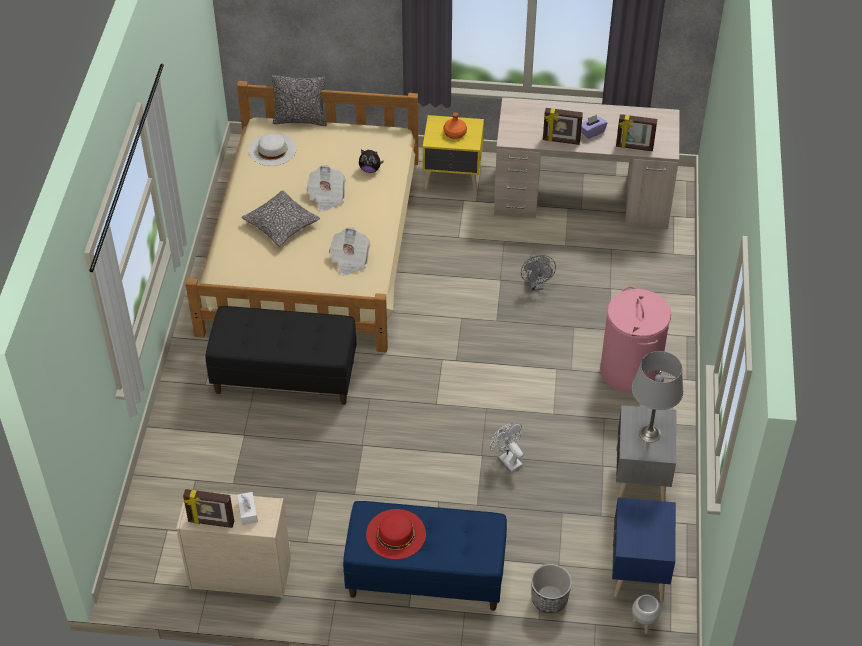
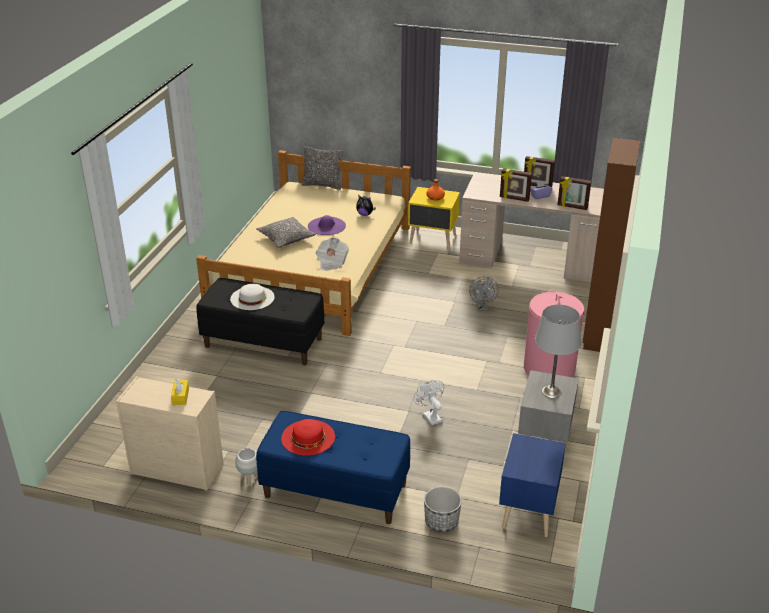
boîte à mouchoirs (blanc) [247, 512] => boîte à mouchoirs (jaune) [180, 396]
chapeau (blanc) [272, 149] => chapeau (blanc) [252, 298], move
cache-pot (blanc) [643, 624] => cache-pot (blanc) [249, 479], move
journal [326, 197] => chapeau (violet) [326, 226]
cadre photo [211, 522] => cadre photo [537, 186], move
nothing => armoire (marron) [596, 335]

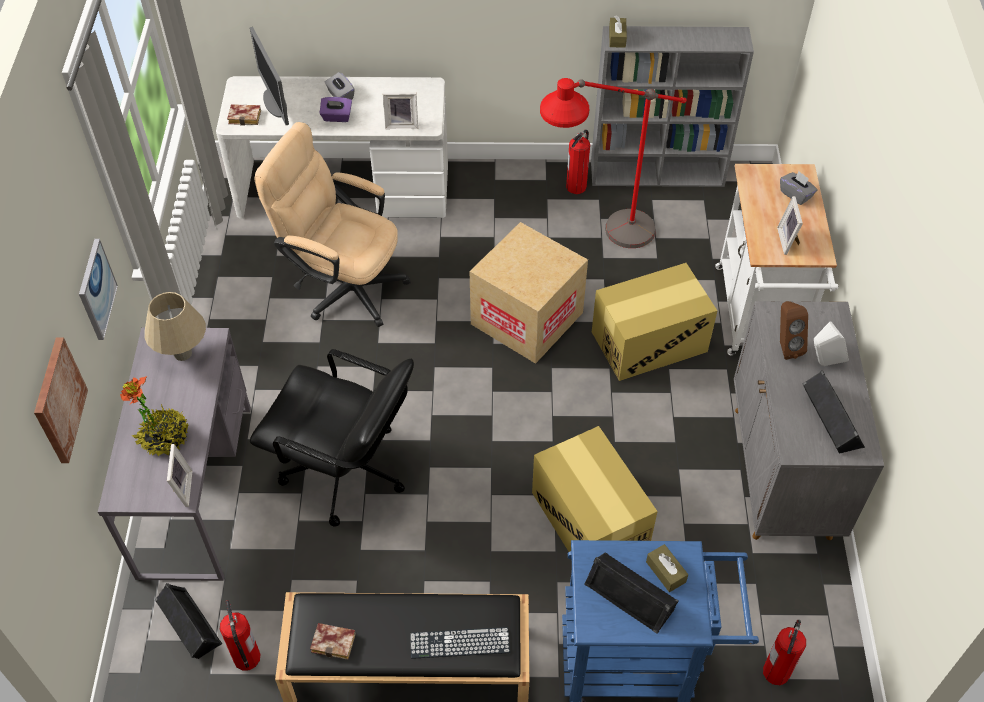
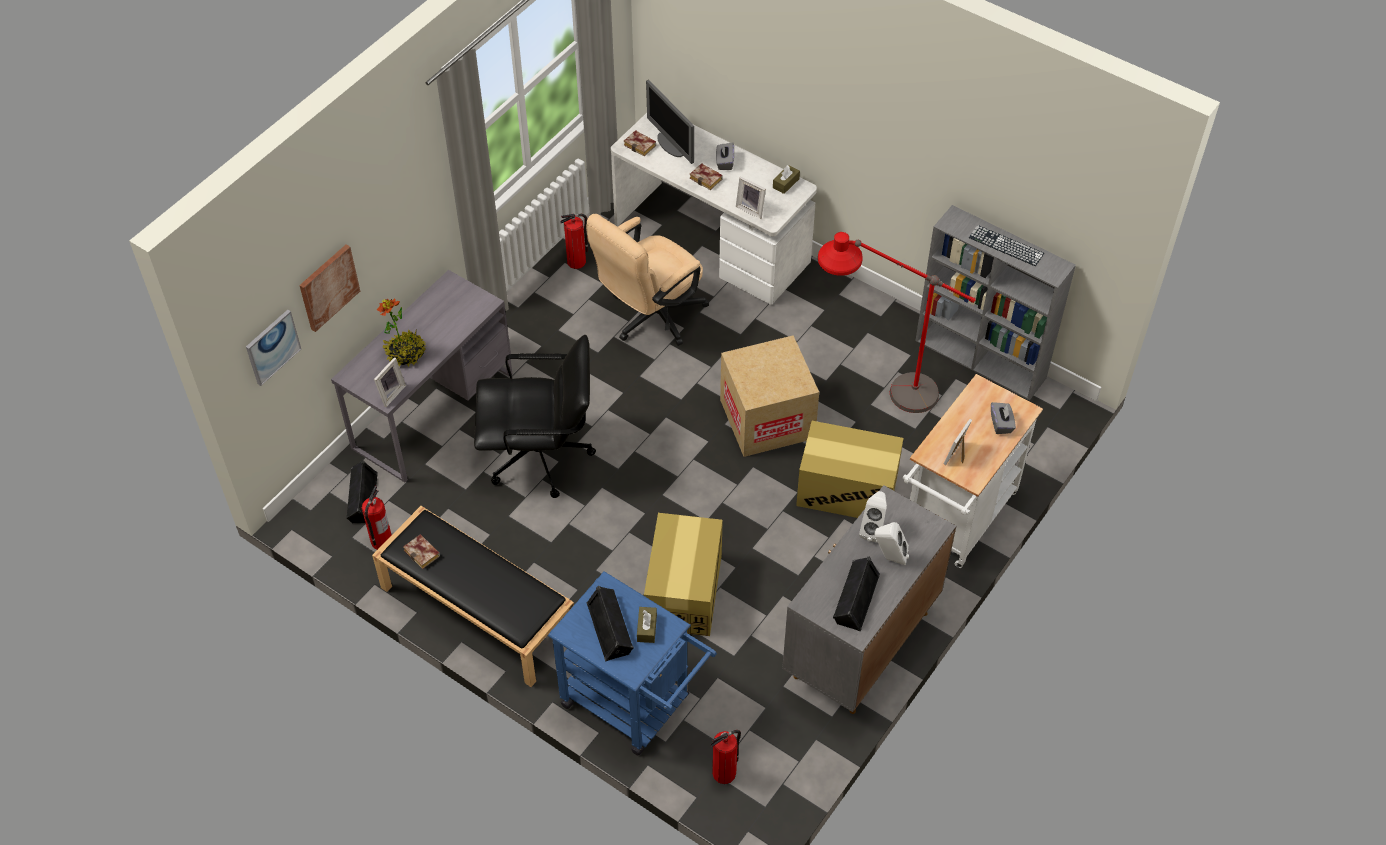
tableau [96, 289] => tableau [272, 346], move
chaise de bureau (noir) [345, 472] => chaise de bureau (noir) [541, 457], 60 degrees counterclockwise
extincteur [576, 186] => extincteur [577, 261], move
chaise de bureau (beige) [343, 285] => chaise de bureau (beige) [650, 318], 105 degrees counterclockwise
écran d'ordinateur [275, 103] => écran d'ordinateur [670, 145], 45 degrees counterclockwise
boîte à mouchoirs (violet) [337, 117] => livre [707, 179]
boîte à mouchoirs (marron) [617, 38] => boîte à mouchoirs (marron) [786, 183], move
enceinte (marron) [785, 346] => enceinte (blanc) [873, 529]
clavier [460, 643] => clavier [1006, 245], move
lampe de table (beige) [183, 353] => nothing

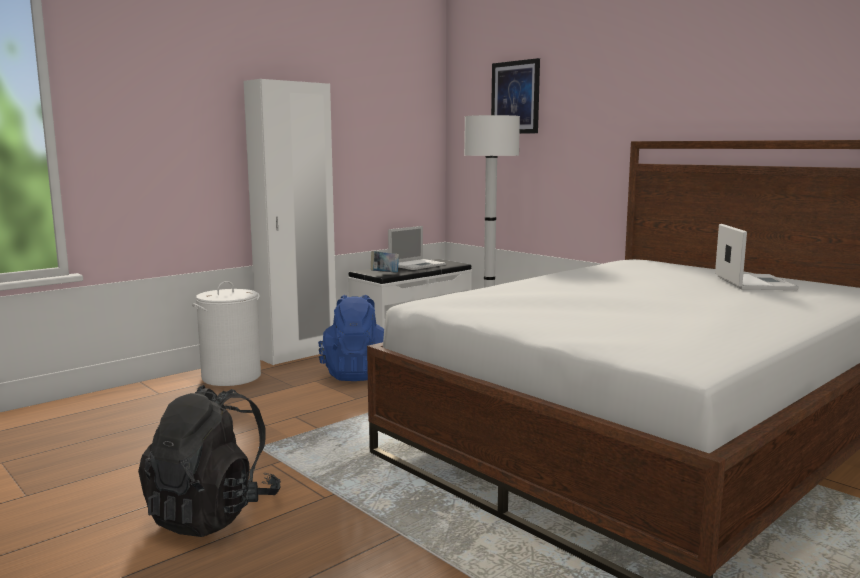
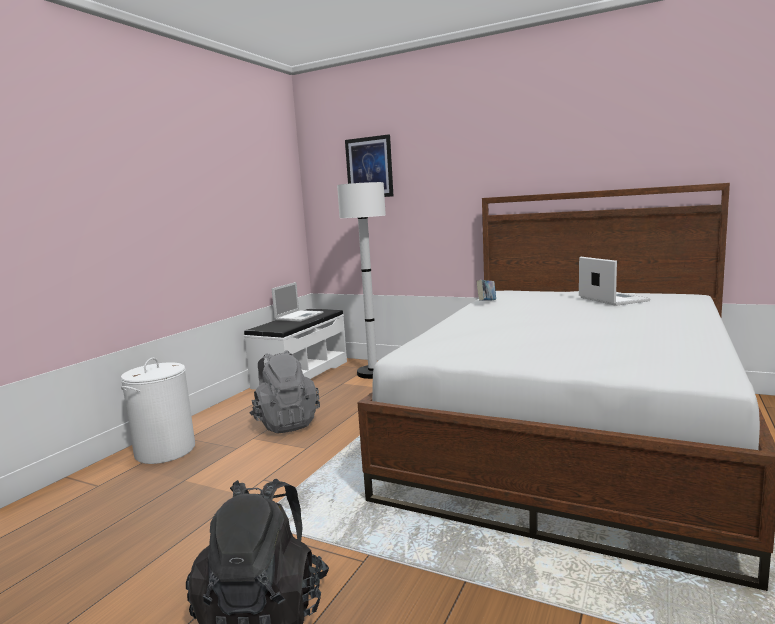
sac à dos (bleu) [356, 374] => sac à dos (gris) [286, 423]
livre [384, 273] => livre [486, 302], move
armoire (blanc) [298, 354] => nothing

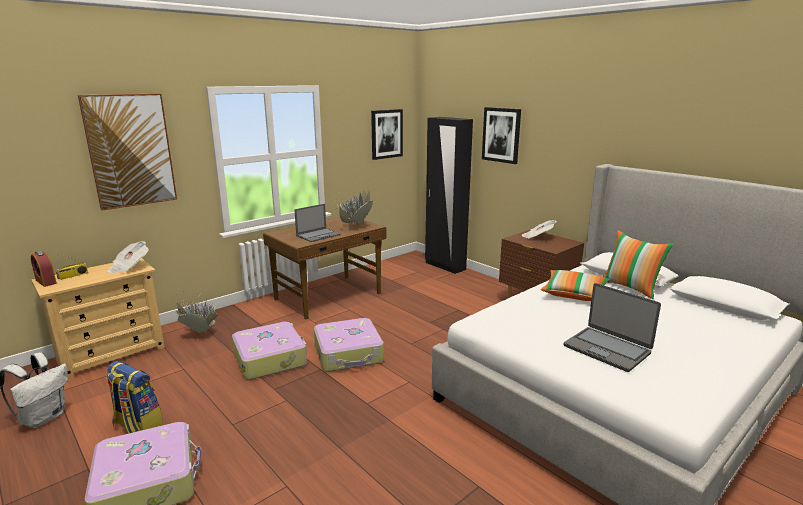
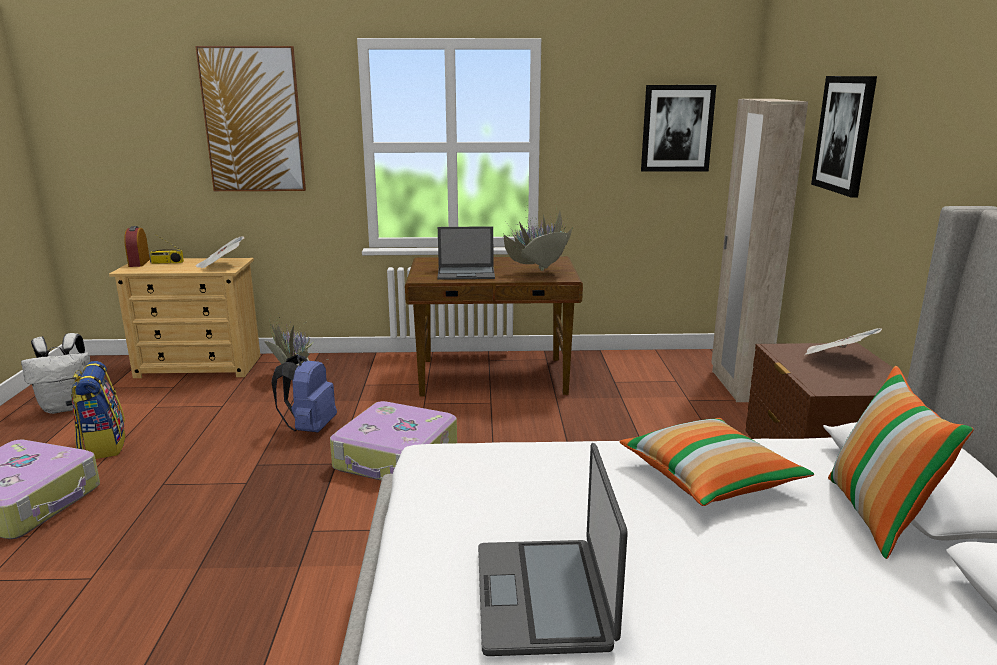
valise [270, 358] => sac à dos (bleu) [309, 428]
armoire (noir) [445, 266] => armoire (beige) [737, 386]

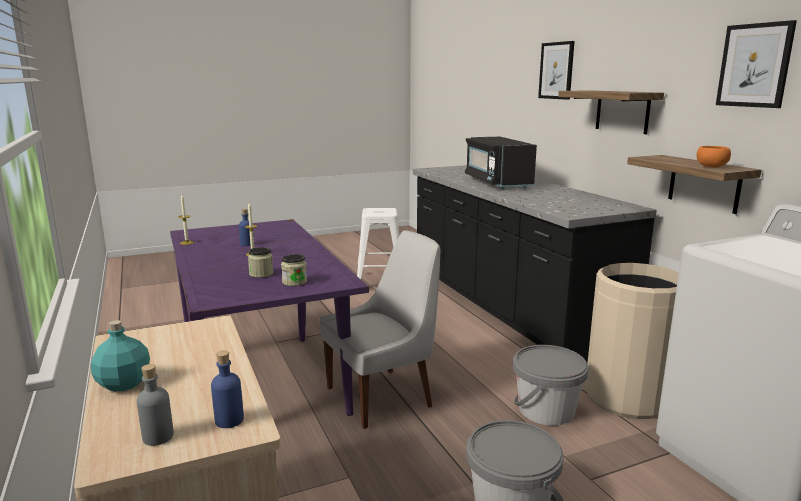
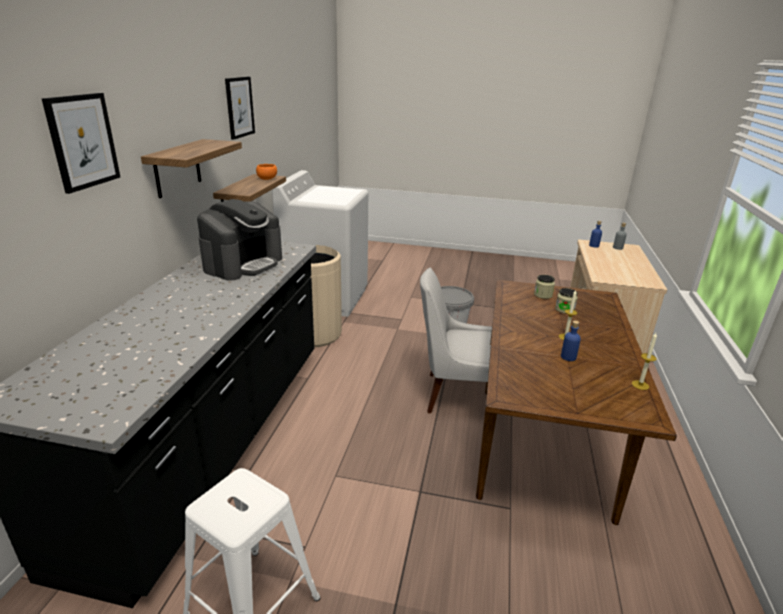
nothing => machine à café [243, 264]
table à manger (violet) [263, 383] => table à manger (marron) [541, 448]
bouteille (turquoise) [125, 383] => nothing
micro-ondes (noir) [497, 182] => nothing
seau (gris) [546, 410] => nothing

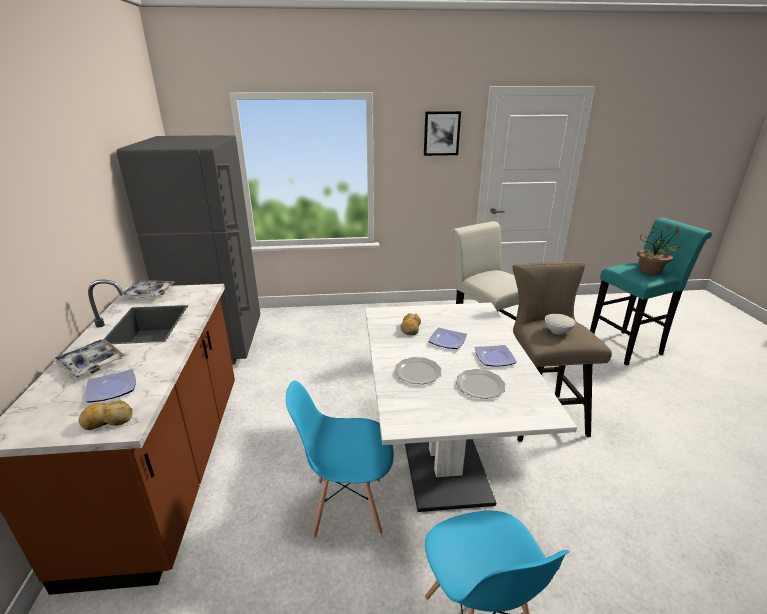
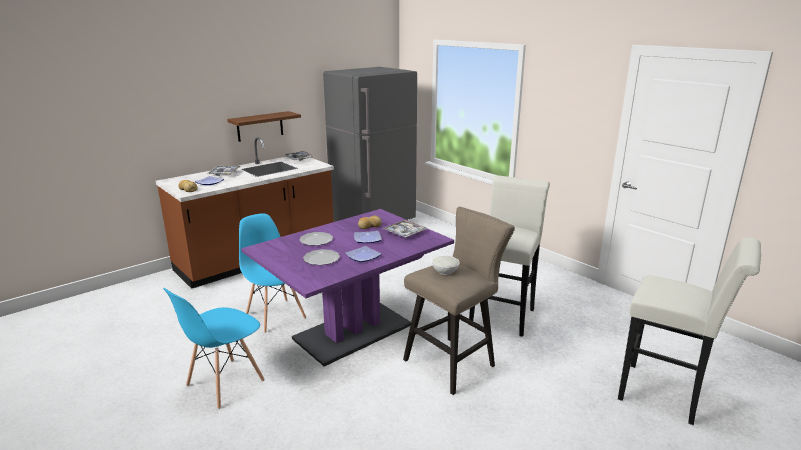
nothing => étagère (marron) [260, 126]
table à manger (blanc) [441, 454] => table à manger (violet) [353, 332]
nothing => plateau [404, 233]
tabouret (turquoise) [628, 346] => tabouret (blanc) [667, 395]
tableau [441, 133] => nothing
plante en pot [651, 271] => nothing

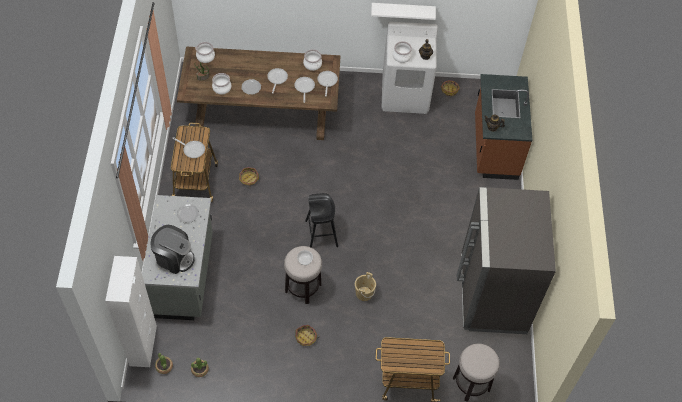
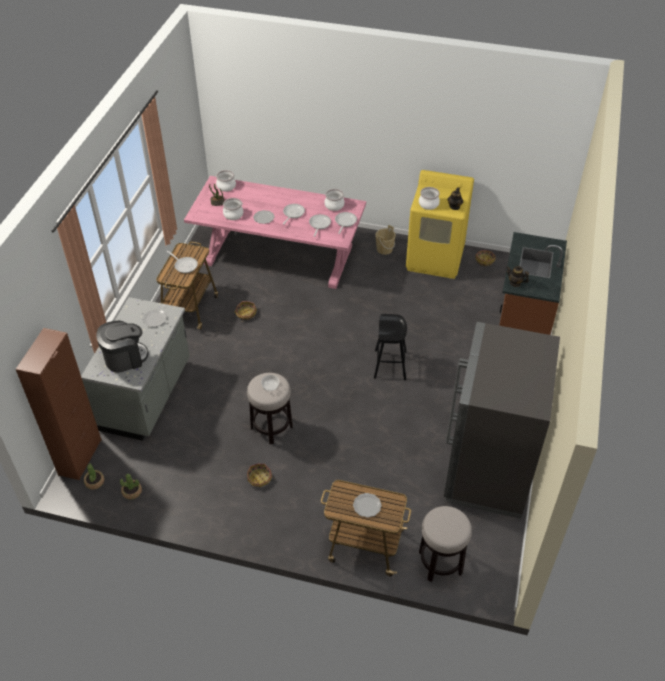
meuble de rangement (blanc) [143, 345] => meuble de rangement (marron) [80, 457]
machine à café [174, 258] => machine à café [125, 358], 60 degrees counterclockwise
table à manger (marron) [261, 112] => table à manger (rose) [278, 256]
nothing => assiette [367, 506]
tabouret (noir) [321, 233] => tabouret (noir) [390, 364], move
seau (beige) [364, 293] => seau (beige) [384, 249], move
lave-linge (blanc) [405, 94] => lave-linge (jaune) [435, 258]
étagère (blanc) [402, 11] => nothing

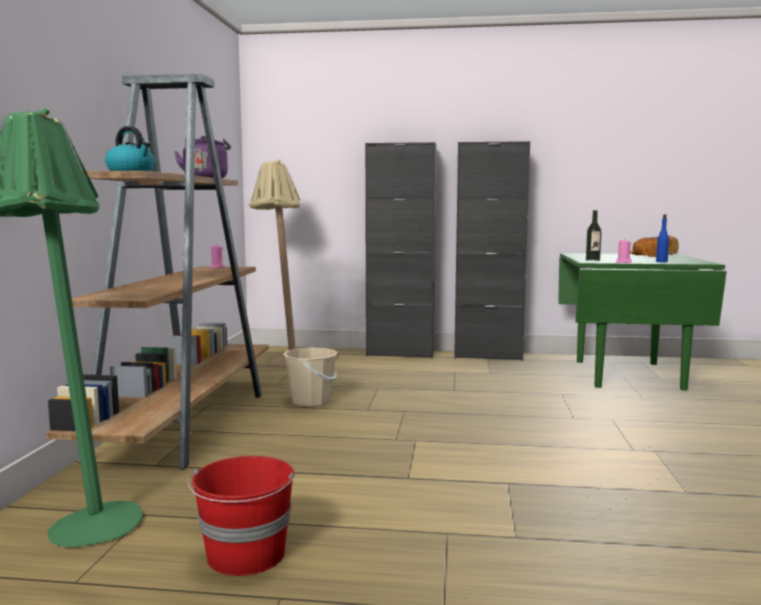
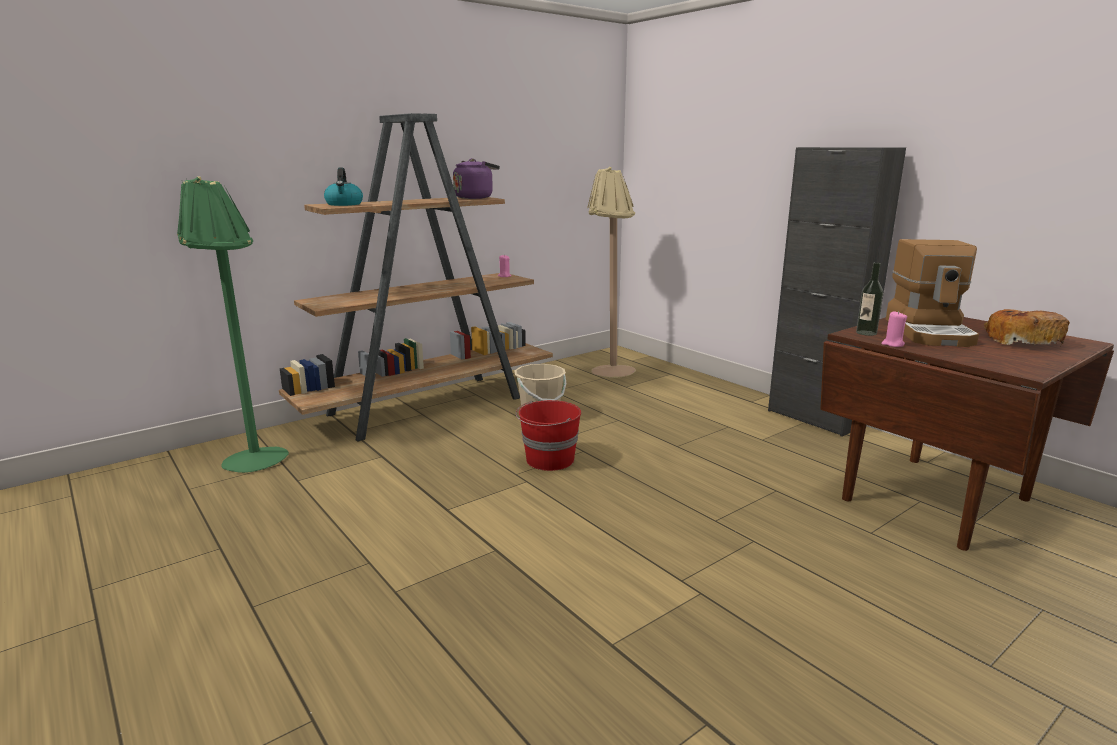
seau (rouge) [246, 555] => seau (rouge) [549, 460], move
table à manger (vert) [626, 374] => table à manger (marron) [933, 498]
nothing => machine à café [930, 332]
meuble de rangement (noir) [400, 354] => nothing
bouteille (bleu) [661, 262] => nothing

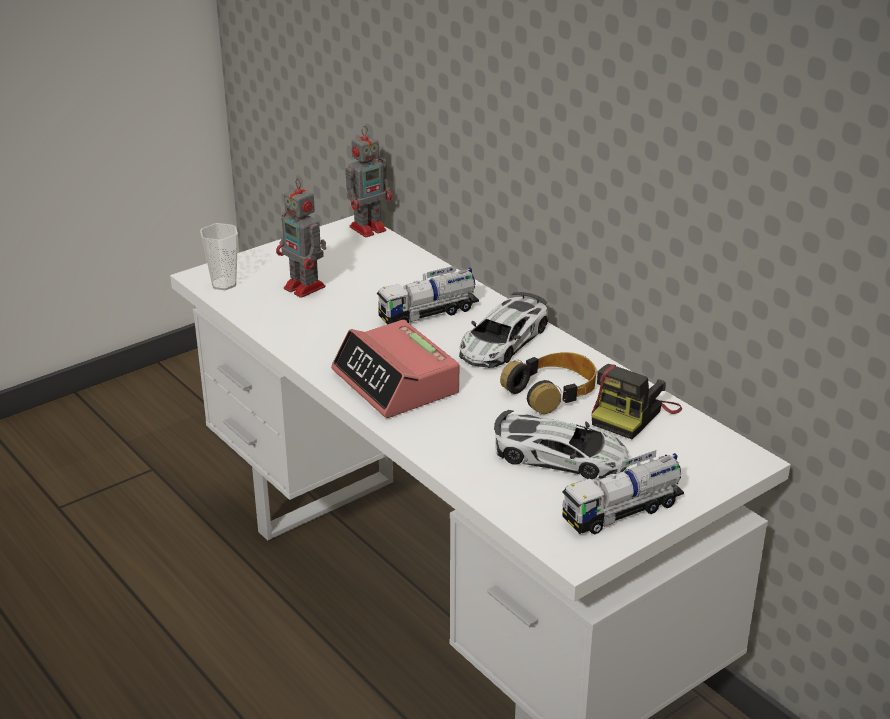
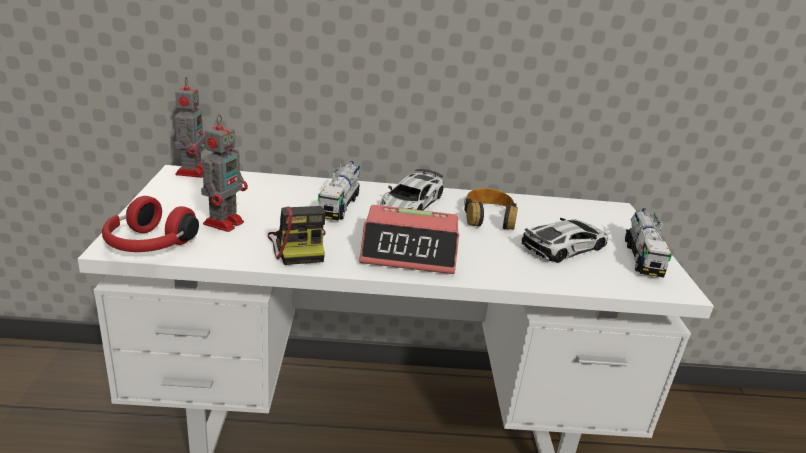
tasse [224, 284] => casque audio (rouge) [148, 245]
robot jouet [306, 288] => robot jouet [225, 222], 60 degrees counterclockwise
appareil photo [633, 414] => appareil photo [299, 246], move
petite voiture [503, 341] => petite voiture [411, 203], 45 degrees clockwise

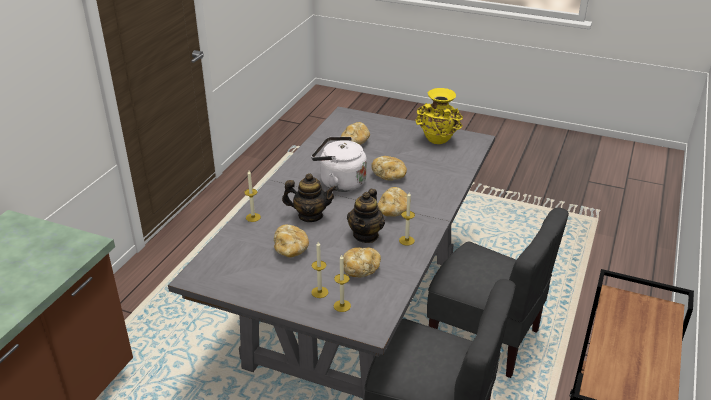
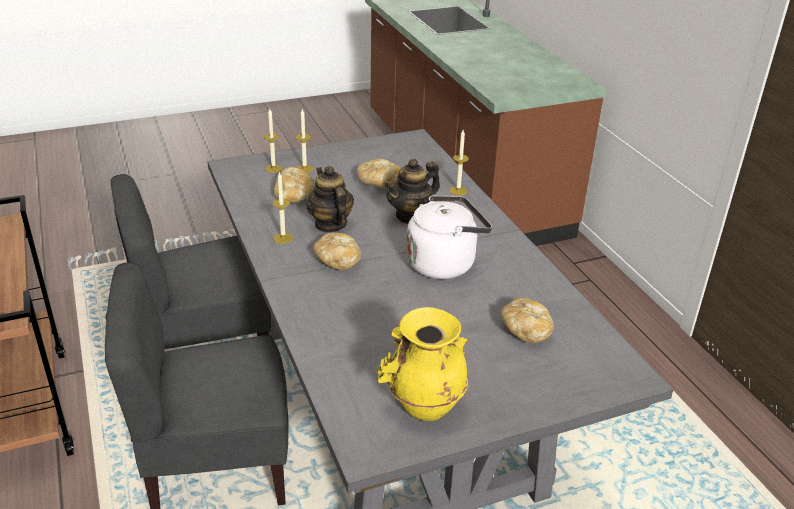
pain [389, 175] => nothing

